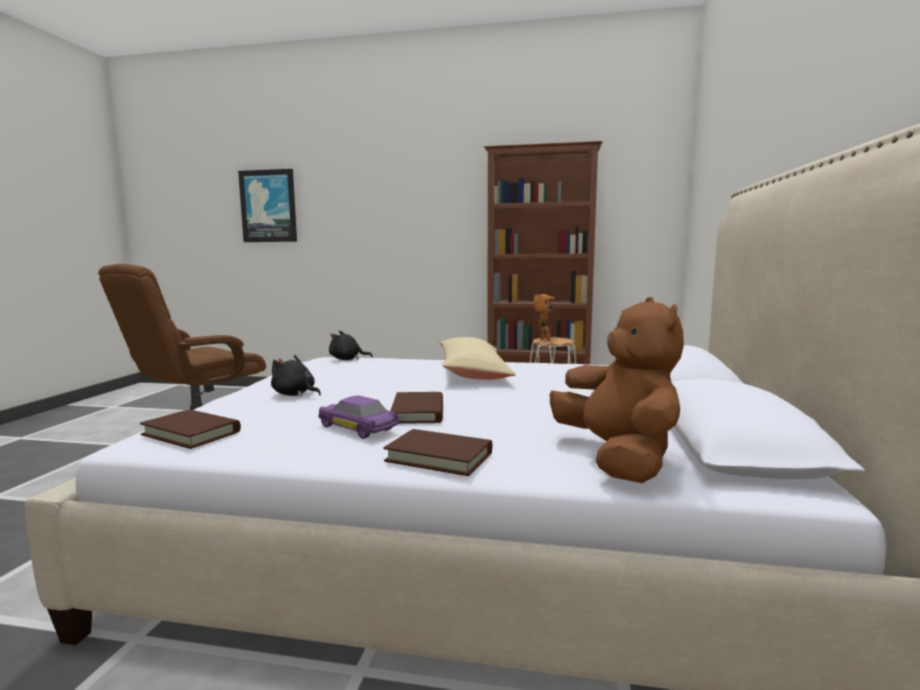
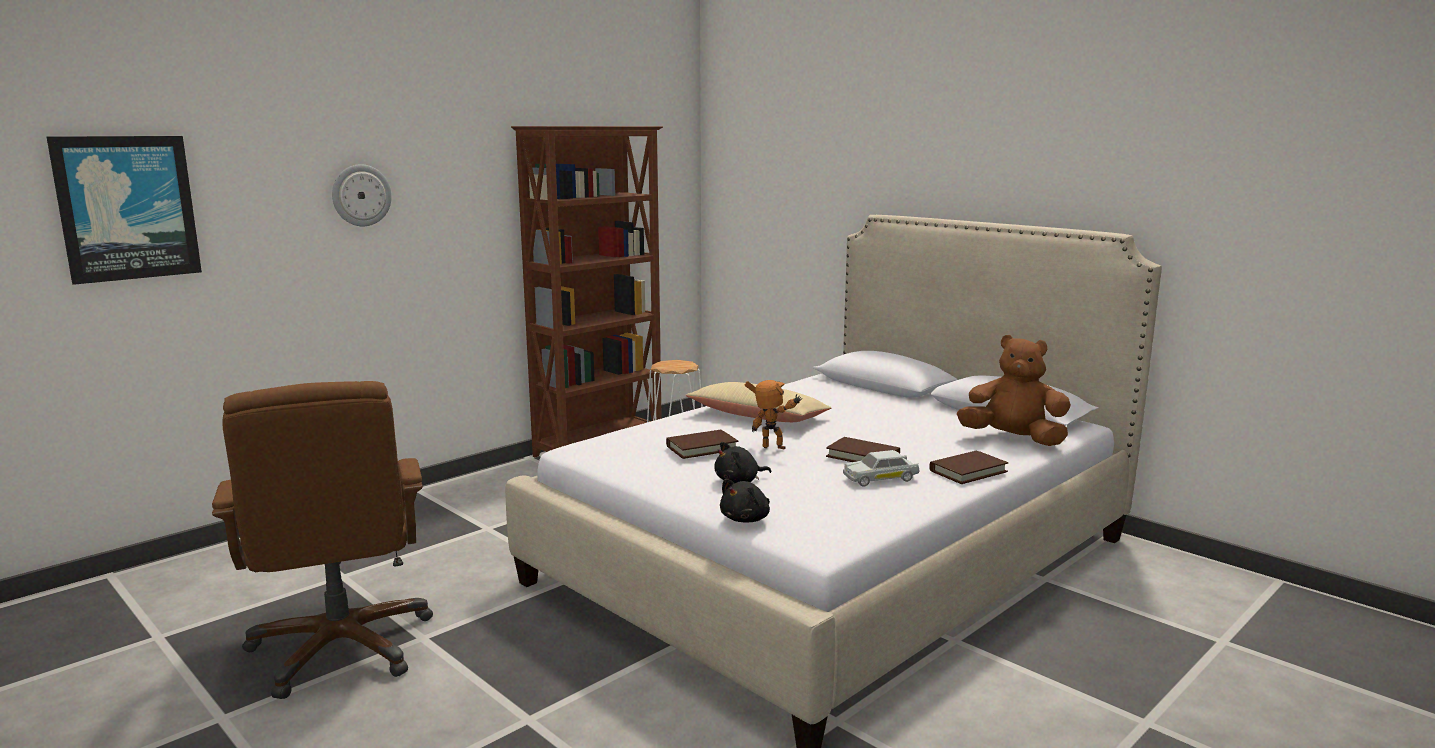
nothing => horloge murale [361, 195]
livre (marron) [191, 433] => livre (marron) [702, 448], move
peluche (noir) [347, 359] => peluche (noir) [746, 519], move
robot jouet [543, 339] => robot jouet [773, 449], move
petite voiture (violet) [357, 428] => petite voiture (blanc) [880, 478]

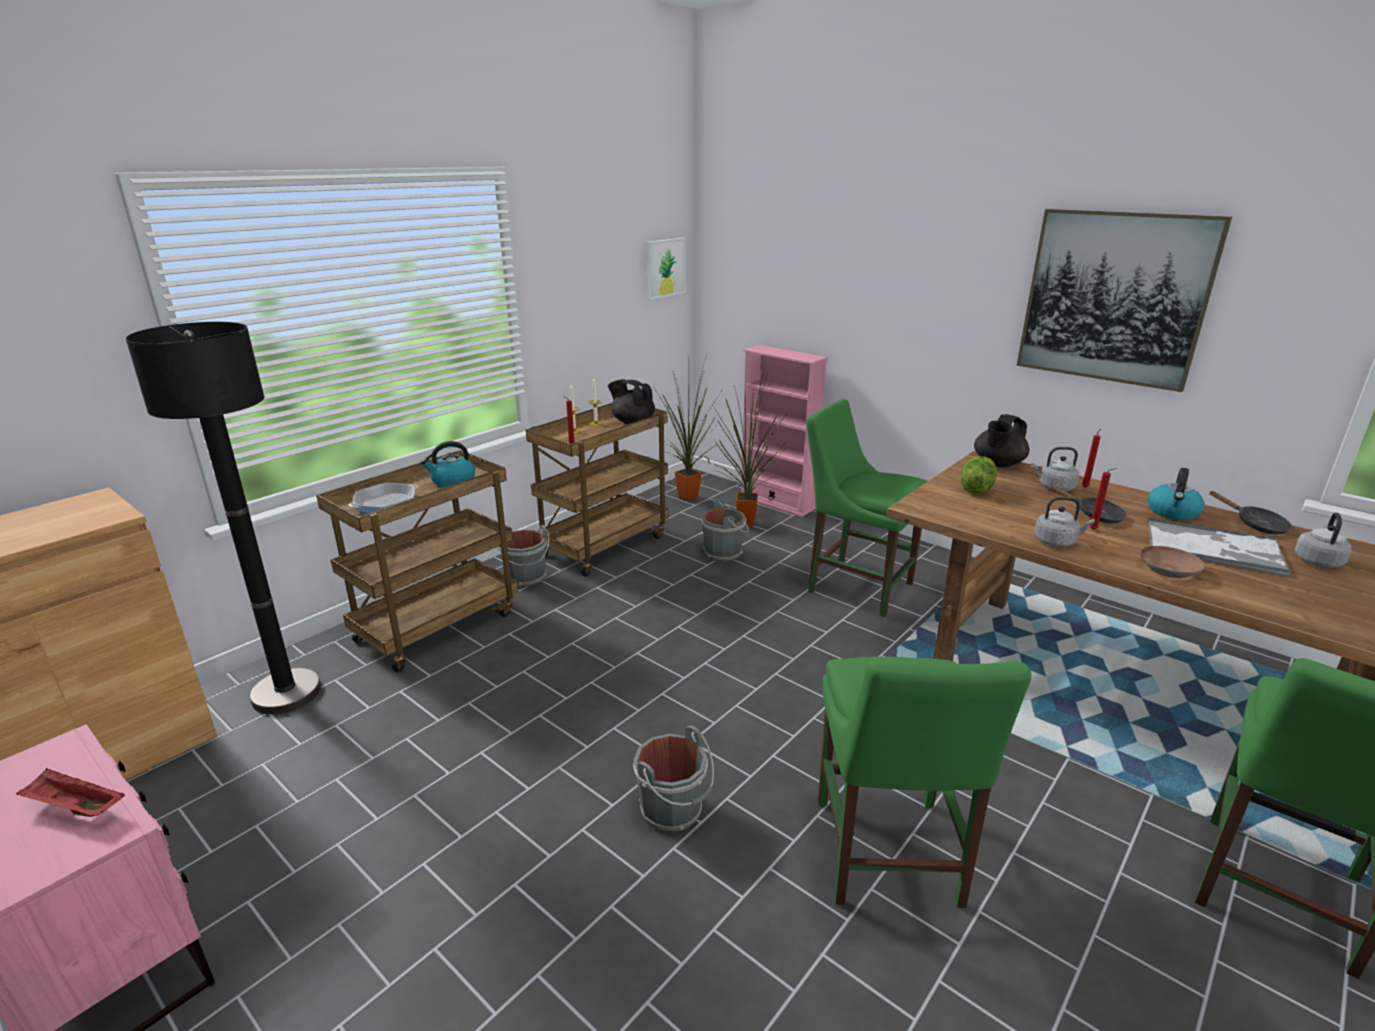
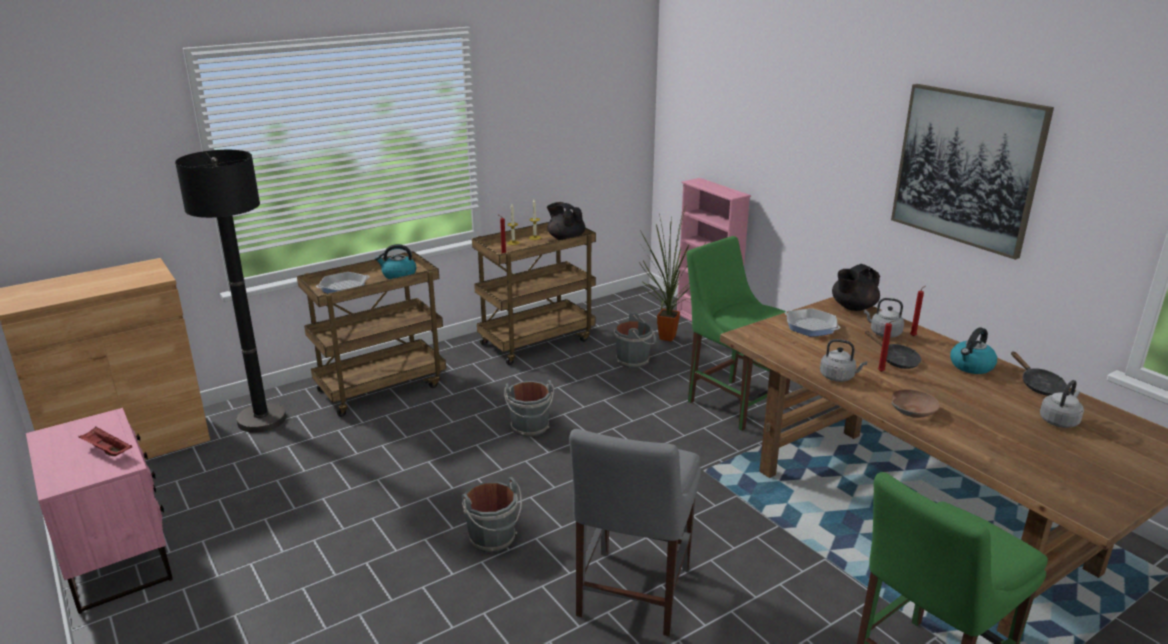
seau (gris) [526, 578] => seau (gris) [530, 428], move
chaise (vert) [887, 857] => chaise (gris) [631, 596]
laitue [975, 489] => poêle [811, 326]
tableau [665, 268] => nothing
plante en pot [689, 499] => nothing
plateau [1214, 548] => nothing

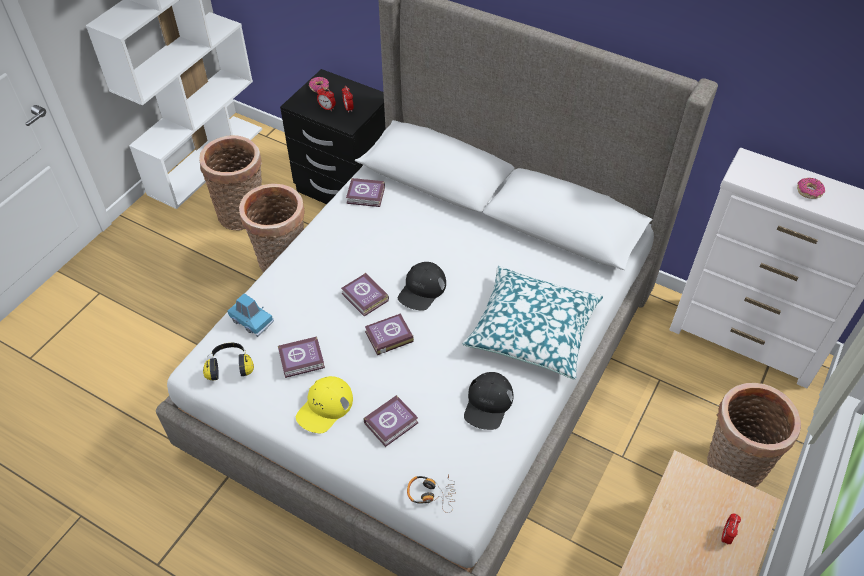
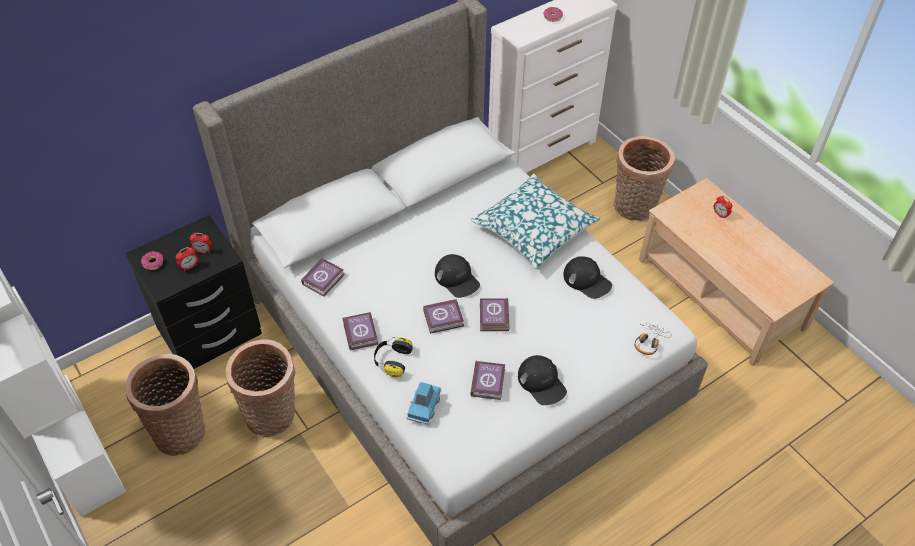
livre [392, 423] => livre [361, 332], move
casque audio [230, 366] => casque audio [392, 361], move
petite voiture (bleu) [251, 320] => petite voiture (bleu) [424, 406], 135 degrees clockwise
casquette (jaune) [325, 407] => casquette (noir) [542, 382]

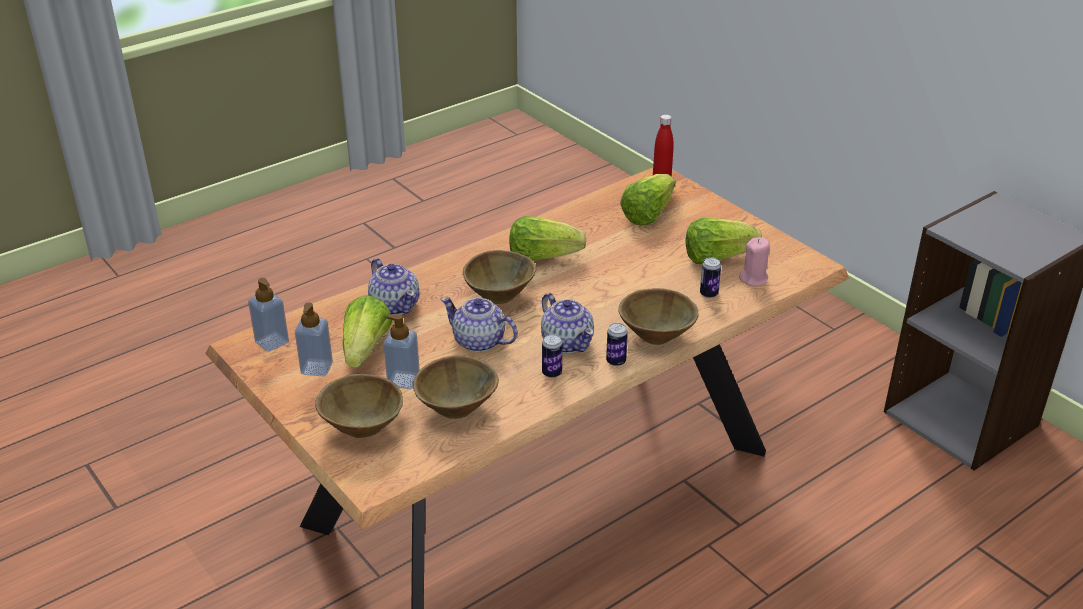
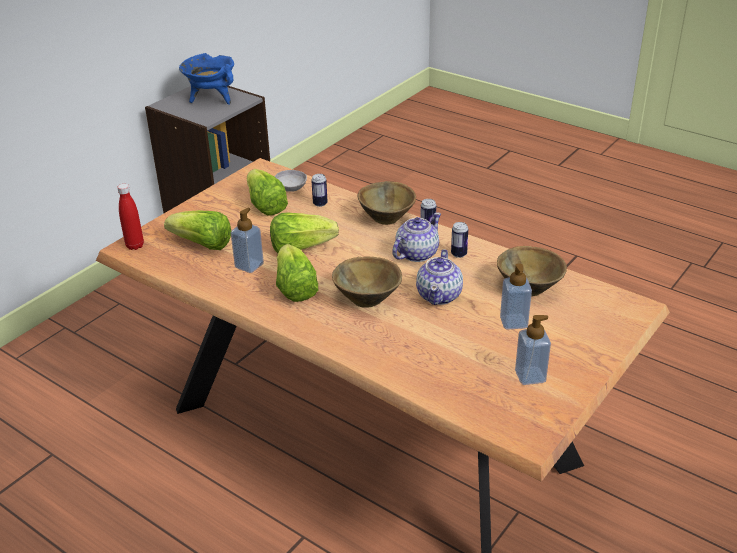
nothing => marmite (bleu) [212, 99]
distributeur de savon [272, 342] => distributeur de savon [249, 265], move
laitue [366, 350] => laitue [300, 248], move
bougie (rose) [754, 279] => bol (gris) [291, 188]
bol (marron) [361, 427] => nothing
théière [395, 305] => nothing

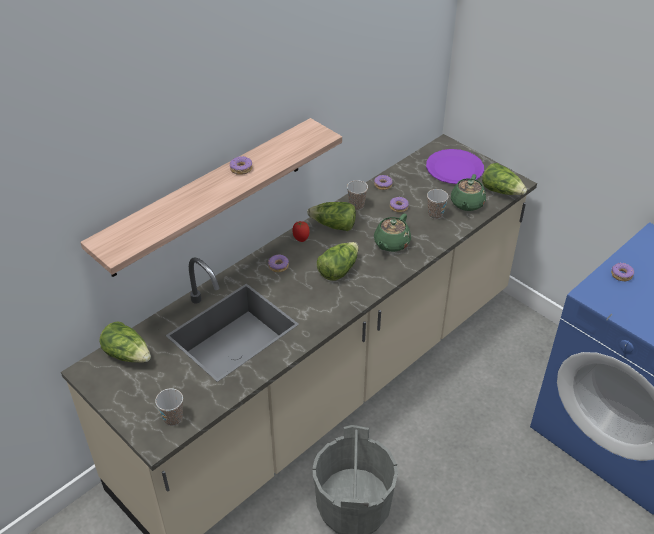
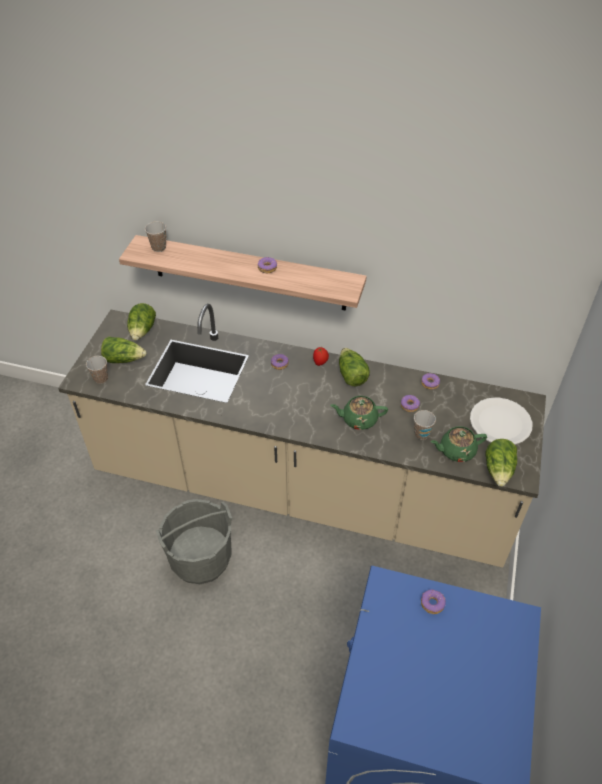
laitue [338, 269] => laitue [124, 359], move
tasse [356, 205] => tasse [159, 247], move
assiette (violet) [454, 168] => assiette (blanc) [500, 422]

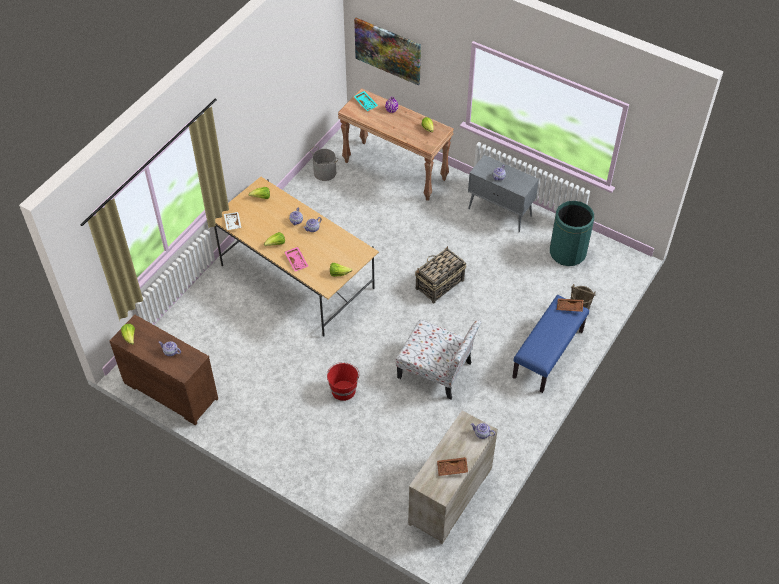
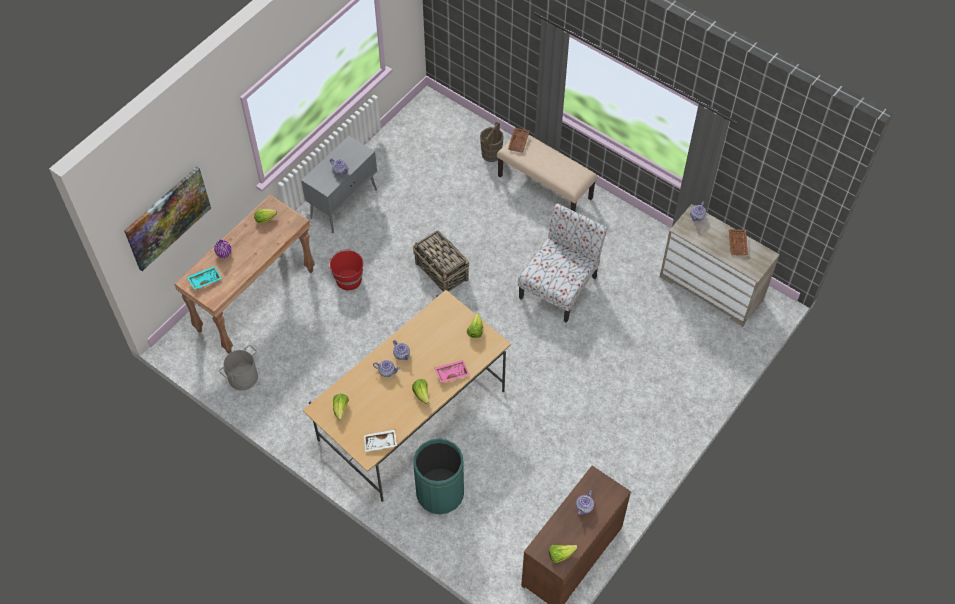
seau (rouge) [343, 390] => seau (rouge) [348, 279], move
poubelle (vert) [567, 252] => poubelle (vert) [440, 493], move
banc (bleu) [548, 354] => banc (beige) [545, 187]

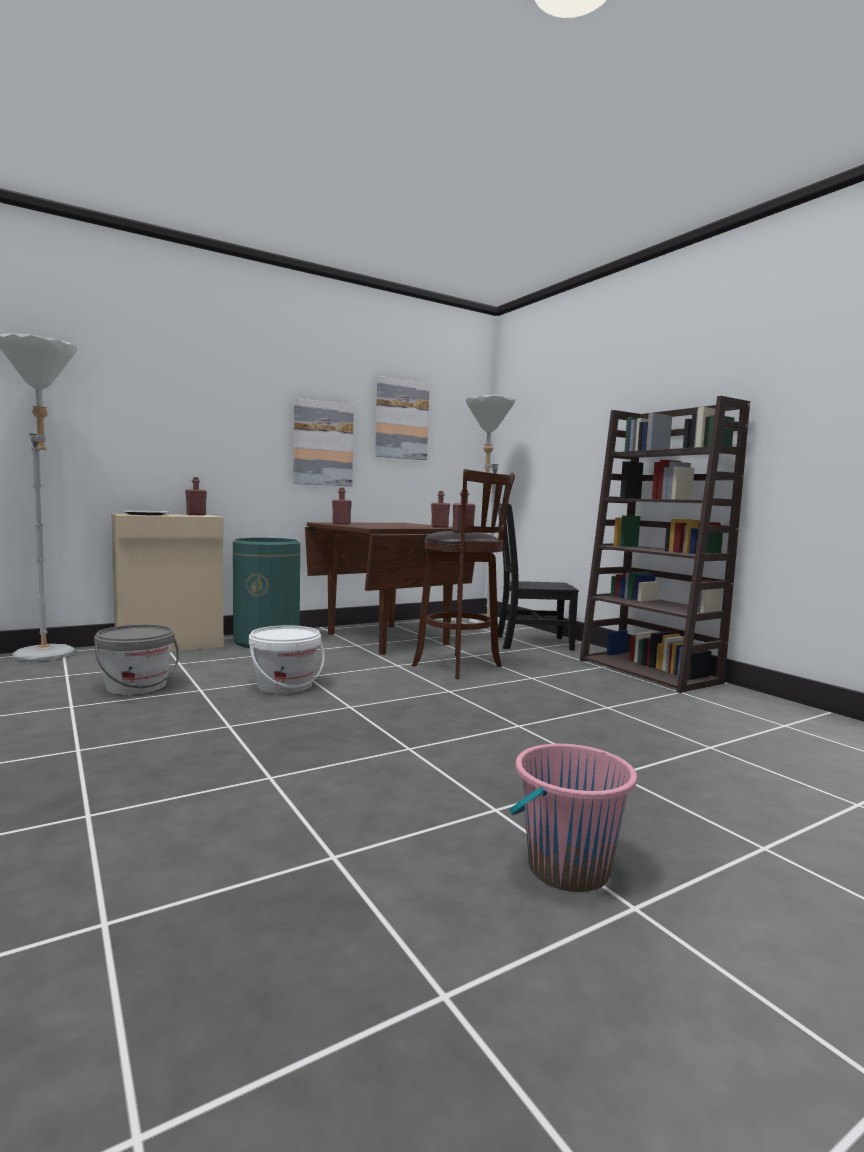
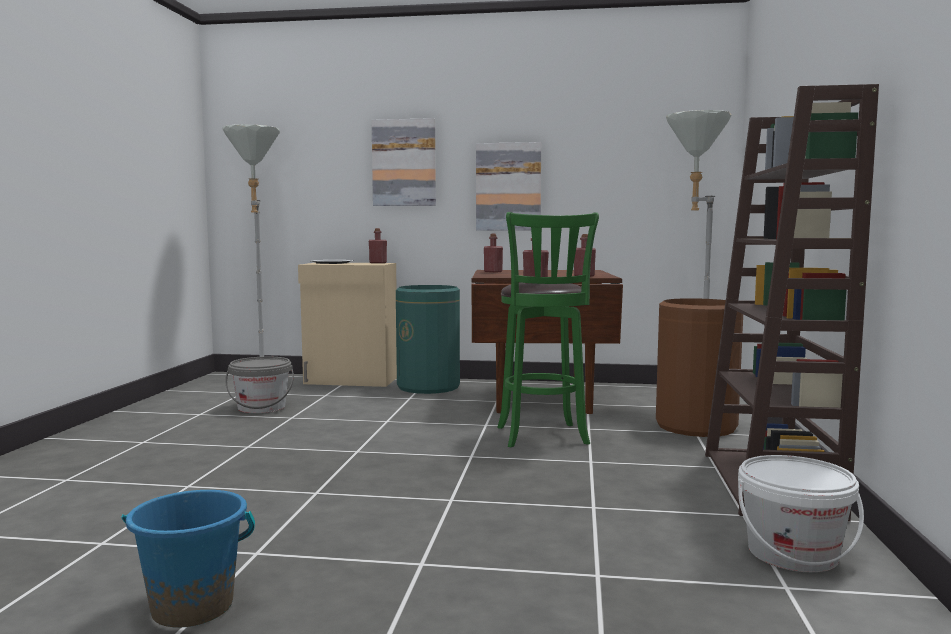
seau (rose) [567, 868] => seau (bleu) [193, 607]
tableau [401, 419] => tableau [404, 163], move
tabouret (marron) [460, 667] => tabouret (vert) [543, 437]
chaise (noir) [530, 643] => poubelle (marron) [696, 426]
seau (blanc) [285, 685] => seau (blanc) [792, 553], move

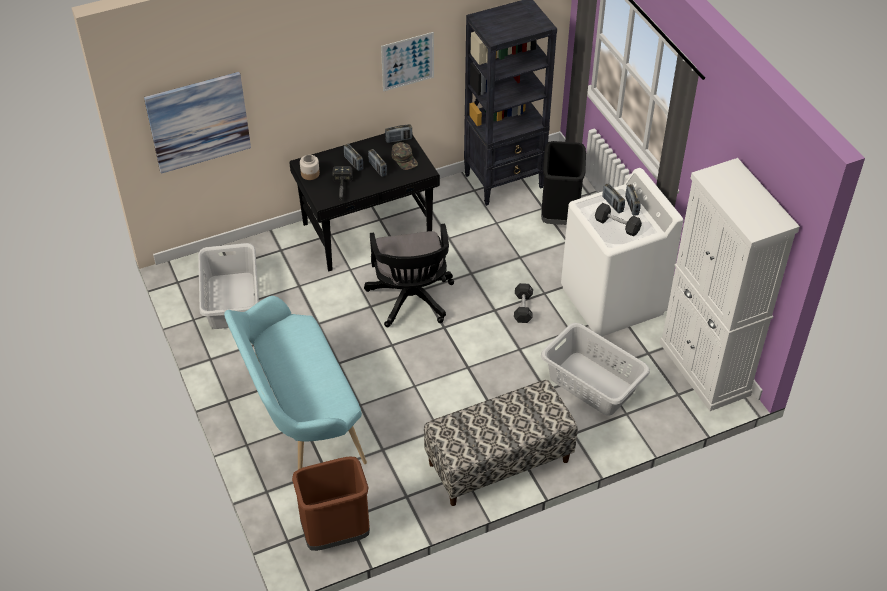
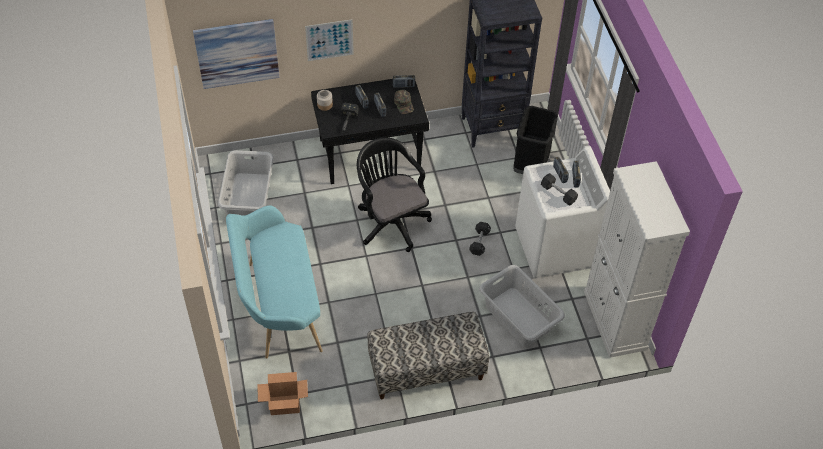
poubelle (marron) [335, 534] => carton [284, 405]
tableau [408, 61] => tableau [329, 40], move
chaise de bureau (noir) [411, 301] => chaise de bureau (noir) [391, 221], 150 degrees clockwise

